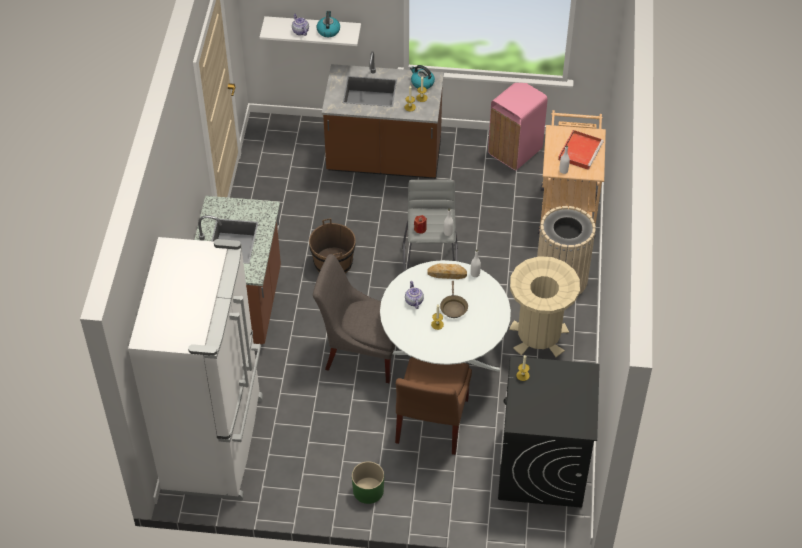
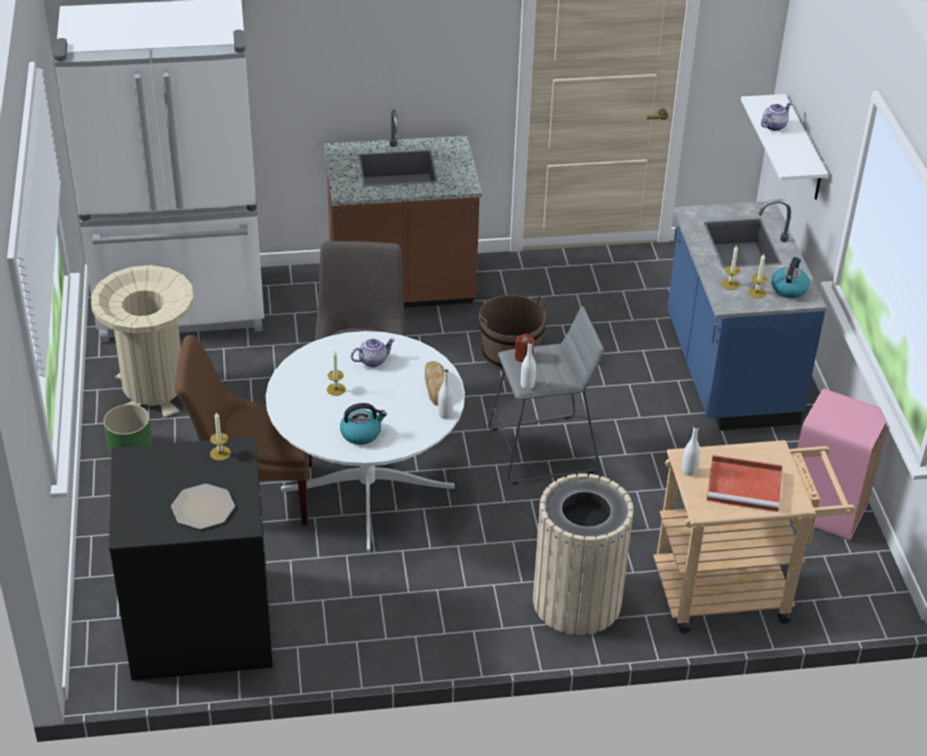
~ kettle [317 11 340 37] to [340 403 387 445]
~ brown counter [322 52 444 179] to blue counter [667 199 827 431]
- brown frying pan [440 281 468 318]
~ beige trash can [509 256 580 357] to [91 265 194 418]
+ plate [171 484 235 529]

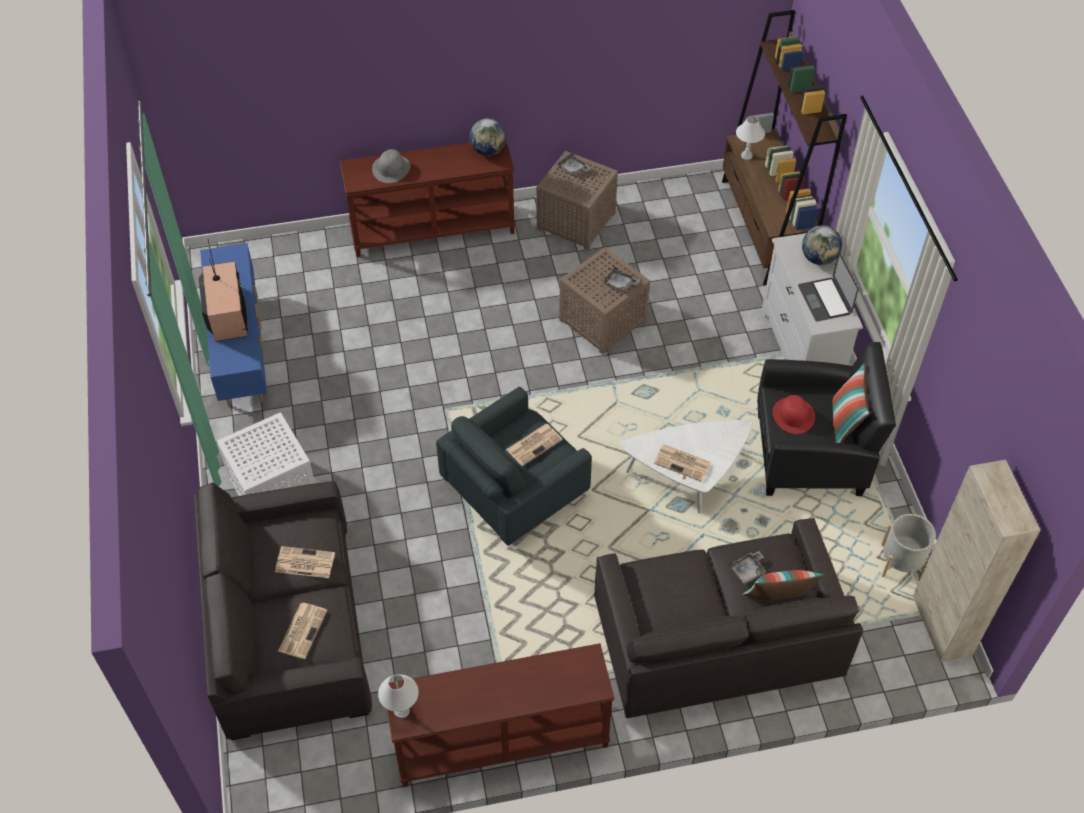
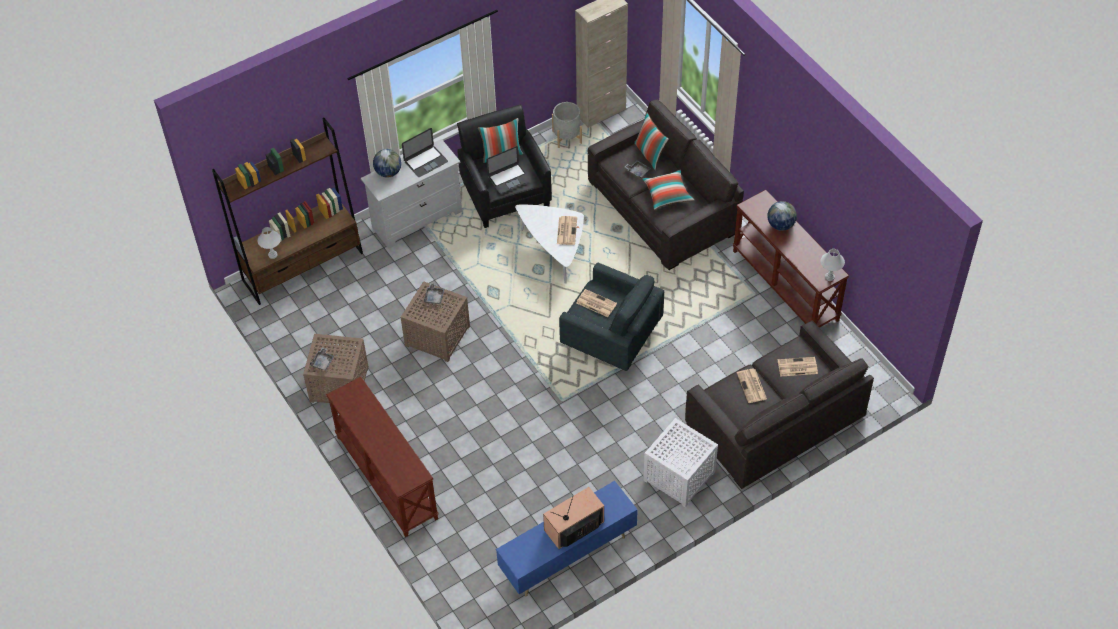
- grey hat [372 149 410 183]
~ globe [470 118 506 156] to [767 201 797 231]
~ red hat [773 395 815 434] to laptop [486 146 531 194]
+ pillow [642 169 694 210]

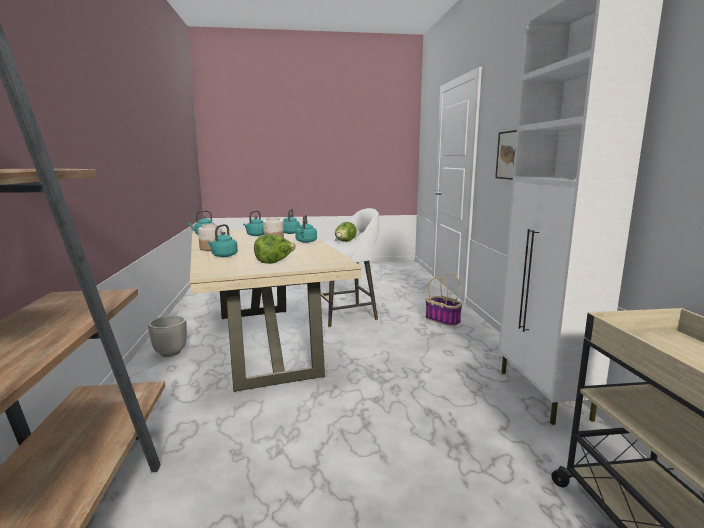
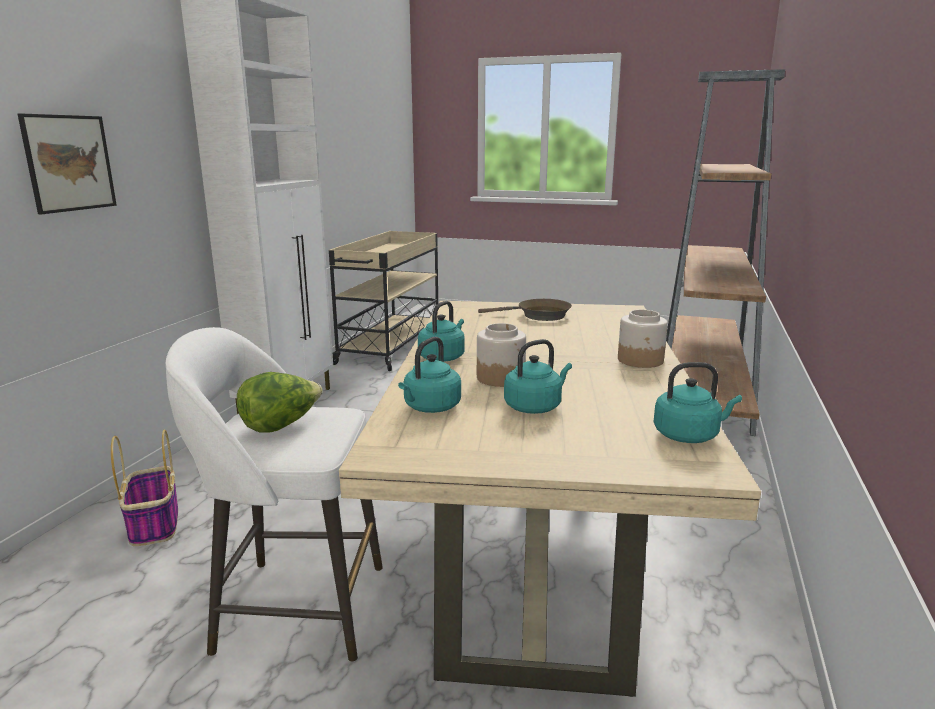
- planter [148 316 187 357]
- turquoise kettle [207 224 238 257]
~ lettuce [254 234 296 264] to brown frying pan [478 299 572 321]

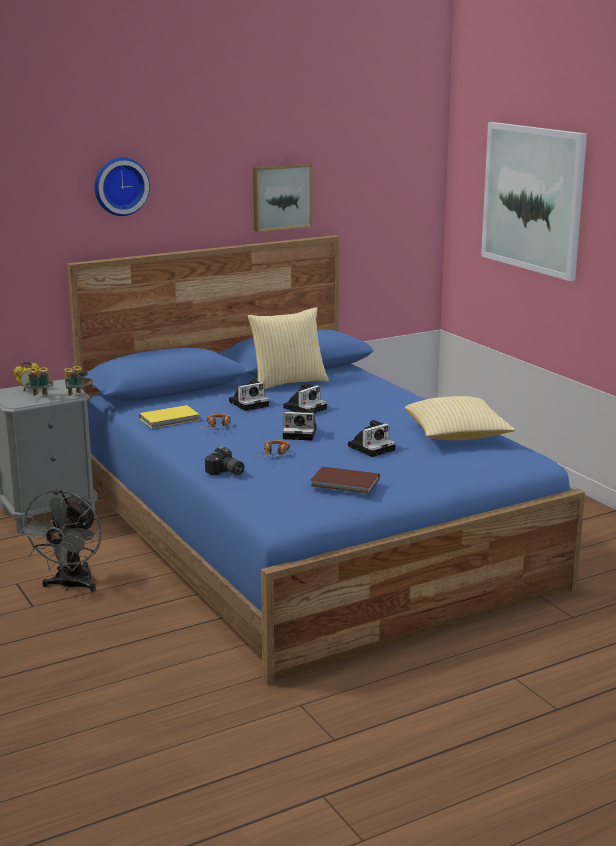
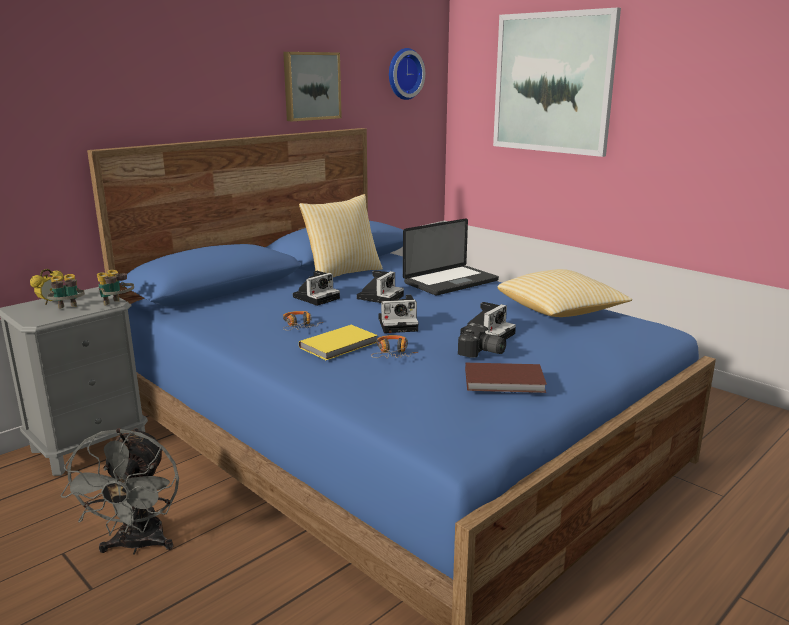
~ wall clock [94 157 150 216] to [389 48 425 100]
~ yellow book [139 405 200 428] to [299 325 378 360]
~ photo camera [205 446 244 476] to [458 323 506 358]
+ laptop [403 218 499 296]

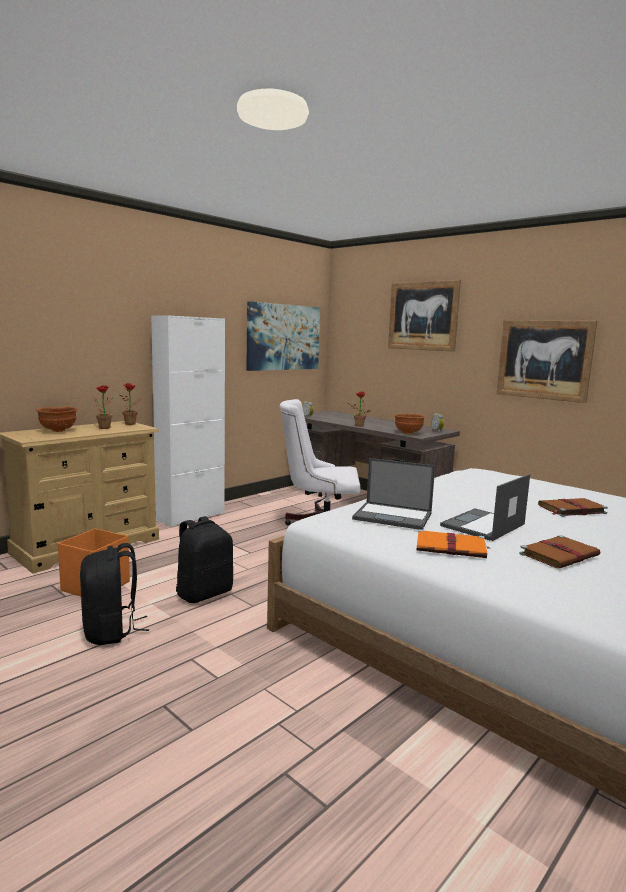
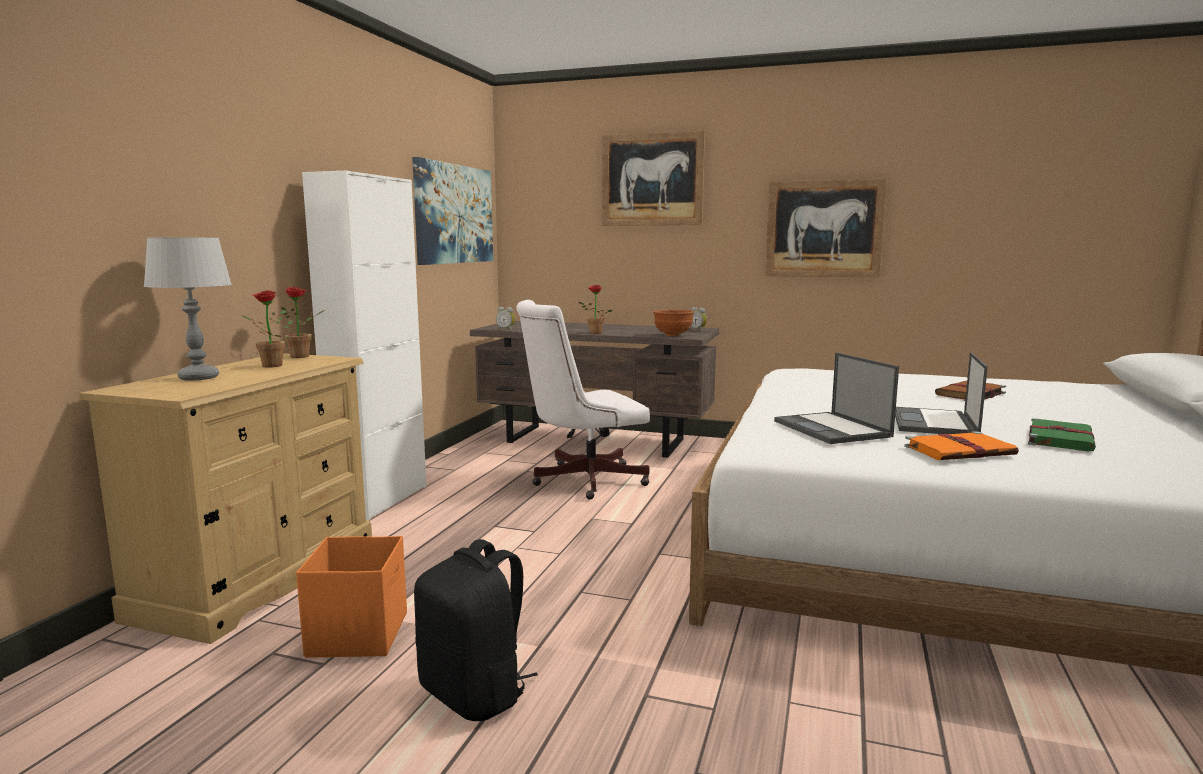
~ brown bowl [36 407 77 432] to grey table lamp [143 238 232 381]
- black backpack [176 516 233 603]
~ laptop [352 458 435 530] = [774 352 899 444] 75 degrees clockwise
~ brown book [520 535 601 568] to green book [1028 418 1096 452]

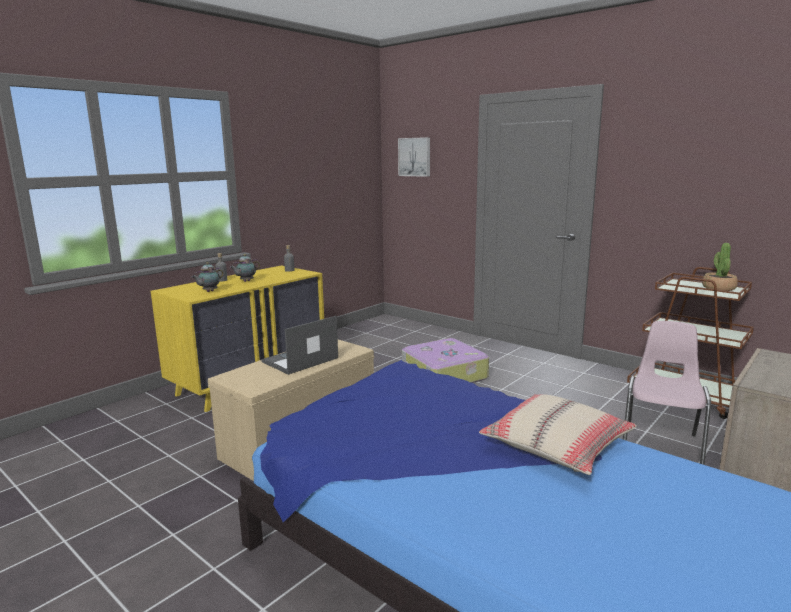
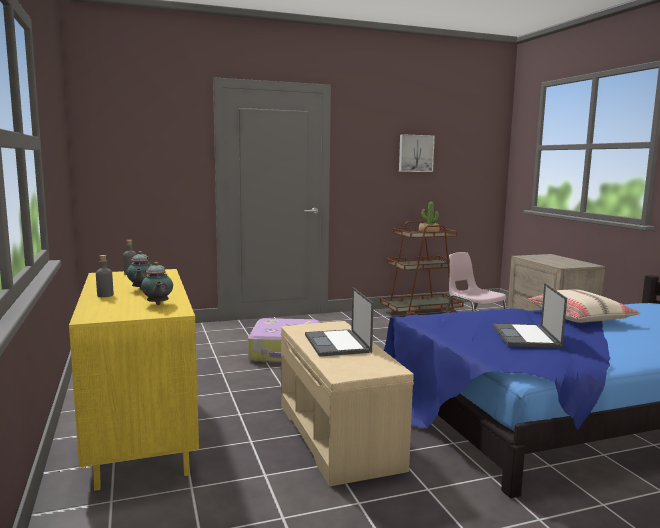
~ picture [398 137 430 177] to [399 134 435 172]
+ laptop [493 283 567 348]

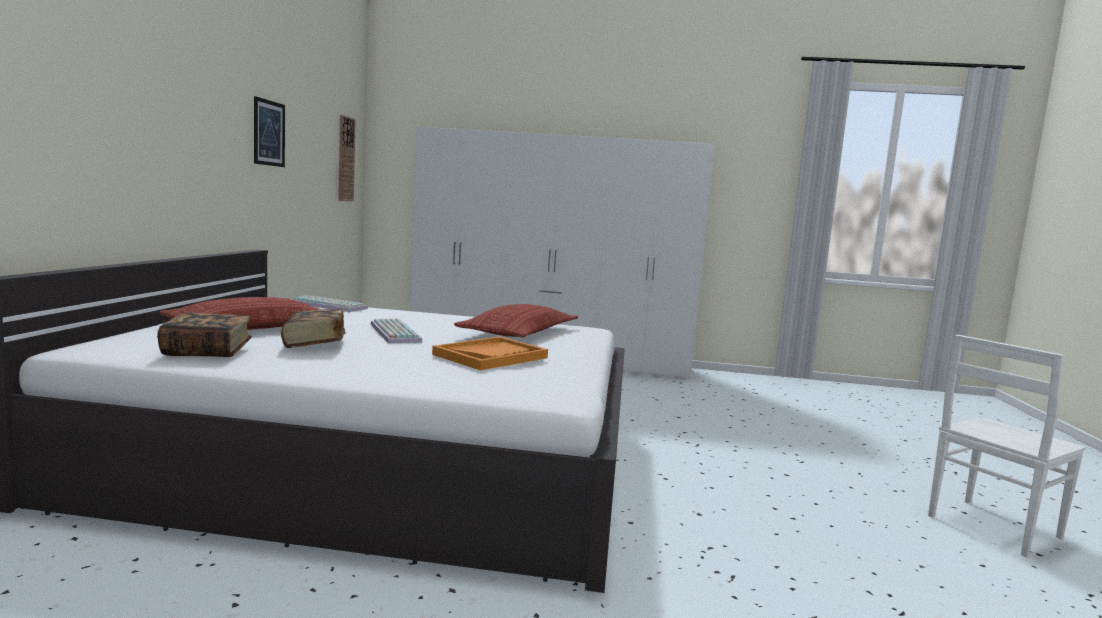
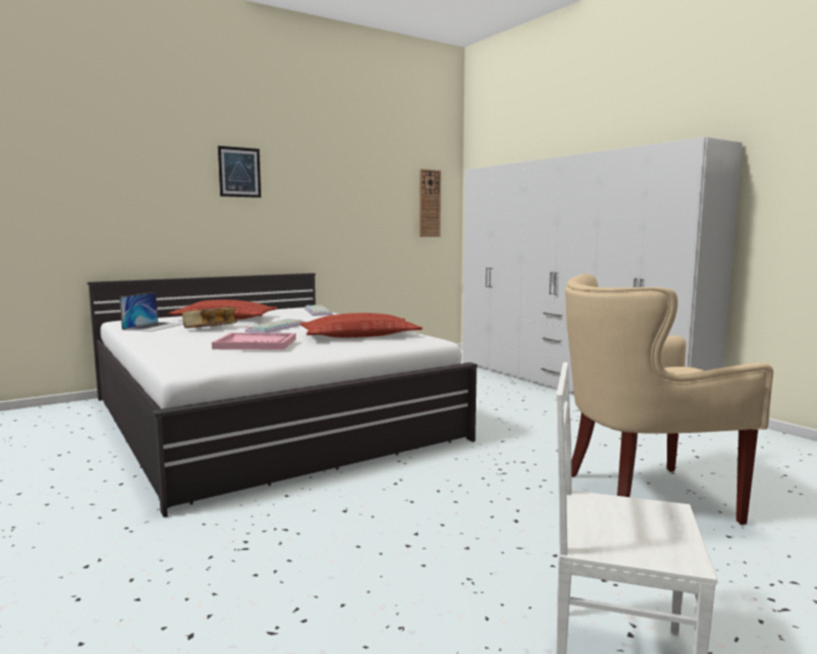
~ book [157 313 252 357] to laptop [120 292 183 332]
~ picture [254 96 285 167] to [218 146 261 198]
~ orange tray [432 337 548 370] to pink tray [212 333 296 350]
+ beige armchair [565 273 773 525]

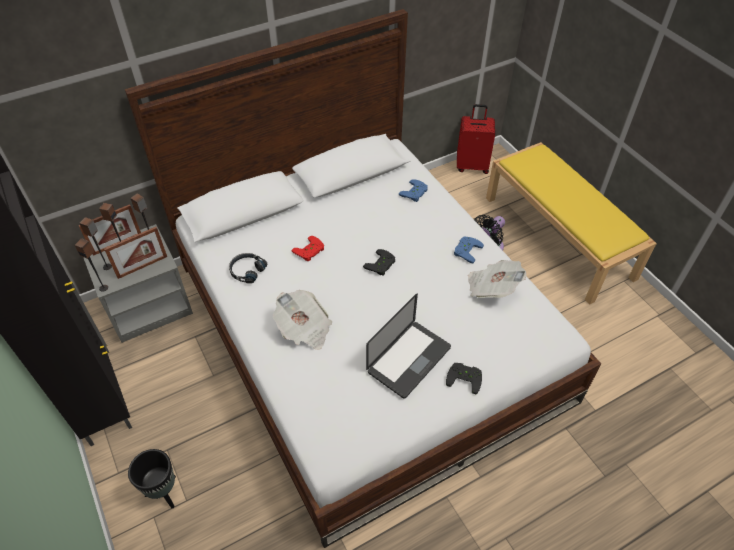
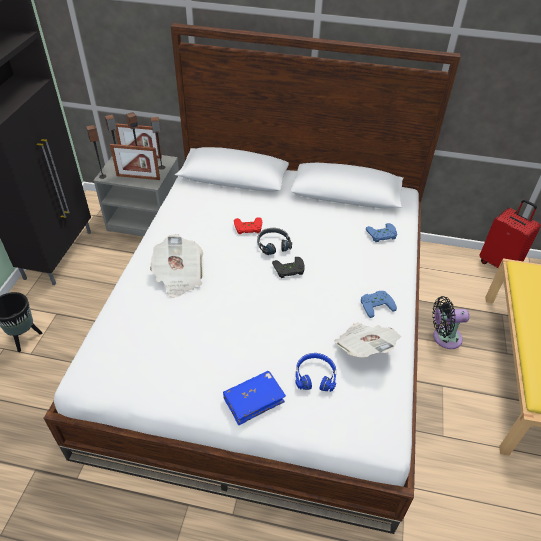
~ black headphones [229 253 267 283] to [257 228 292 255]
- laptop [366 294 451 398]
~ black game controller [446 363 482 394] to blue book [223 371 286 425]
+ blue headphones [295 353 336 392]

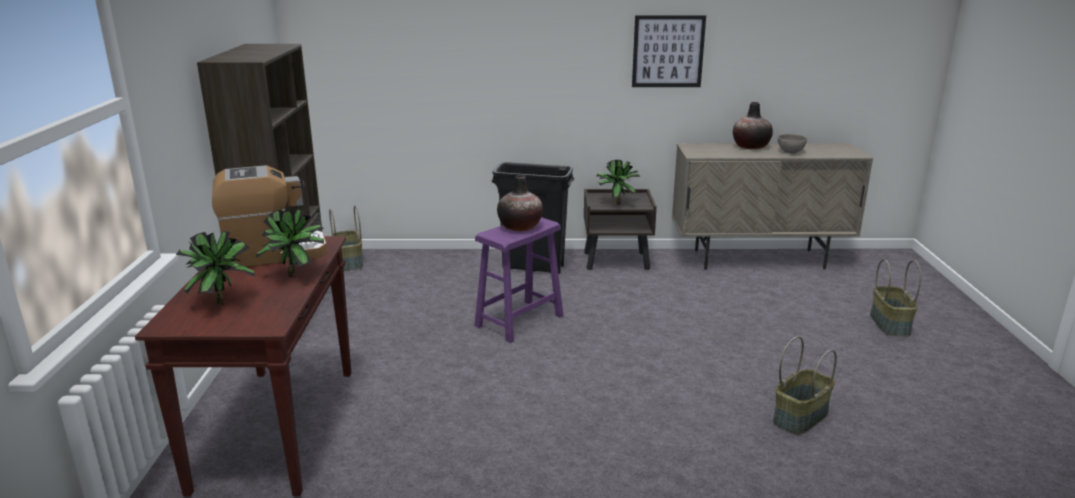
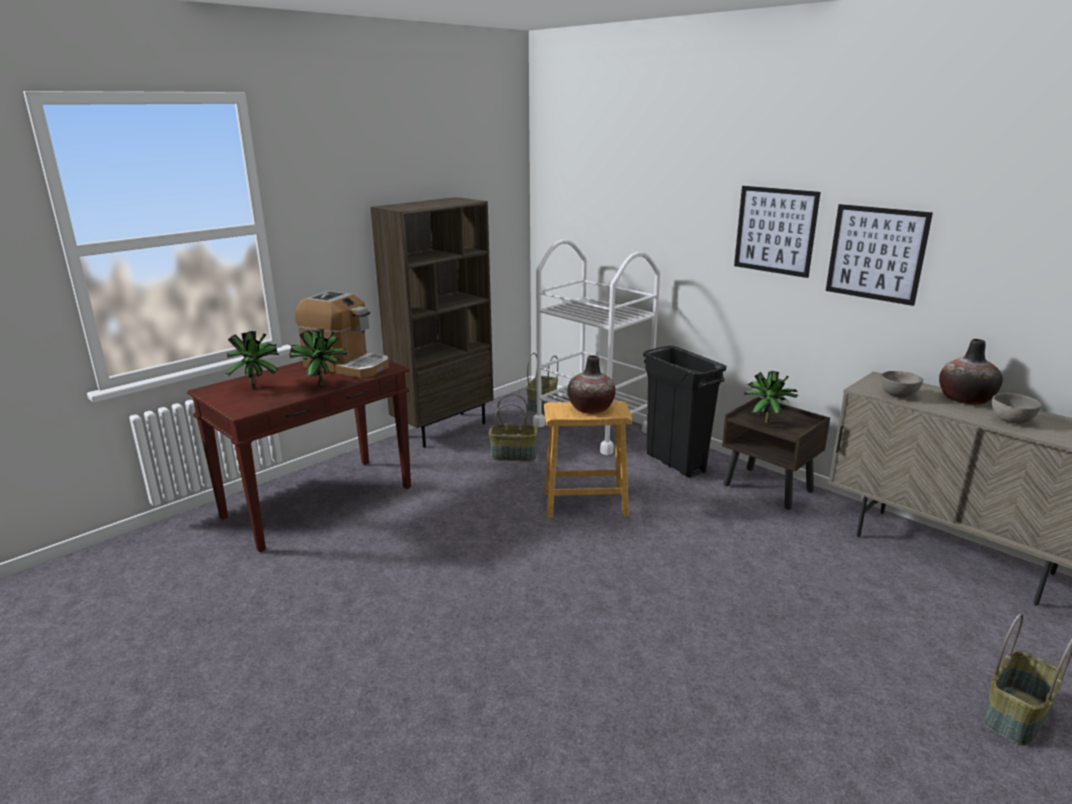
~ purple stool [474 217 563 343] to brown stool [544 401 632 518]
~ basket [773 336 837 435] to [489 394 538 461]
+ white cart [533 240 660 455]
+ picture [734 186 820 278]
+ grey bowl [881 371 923 397]

